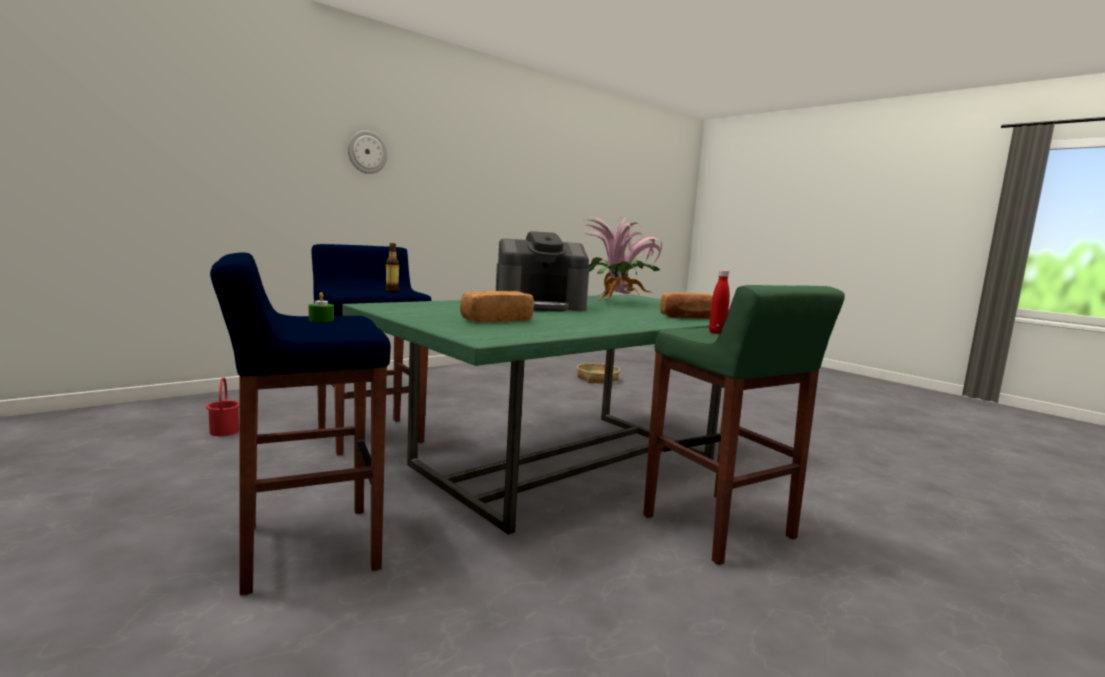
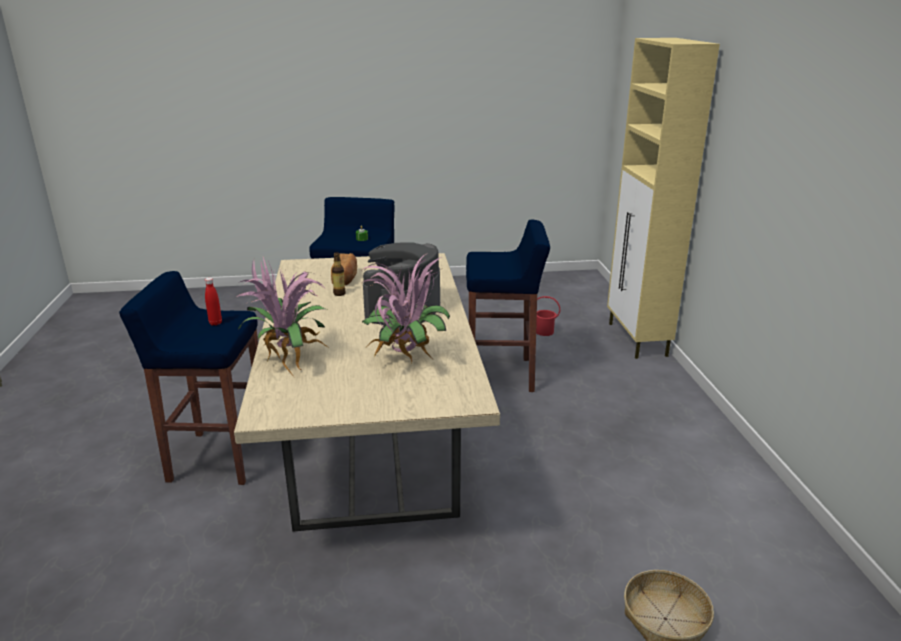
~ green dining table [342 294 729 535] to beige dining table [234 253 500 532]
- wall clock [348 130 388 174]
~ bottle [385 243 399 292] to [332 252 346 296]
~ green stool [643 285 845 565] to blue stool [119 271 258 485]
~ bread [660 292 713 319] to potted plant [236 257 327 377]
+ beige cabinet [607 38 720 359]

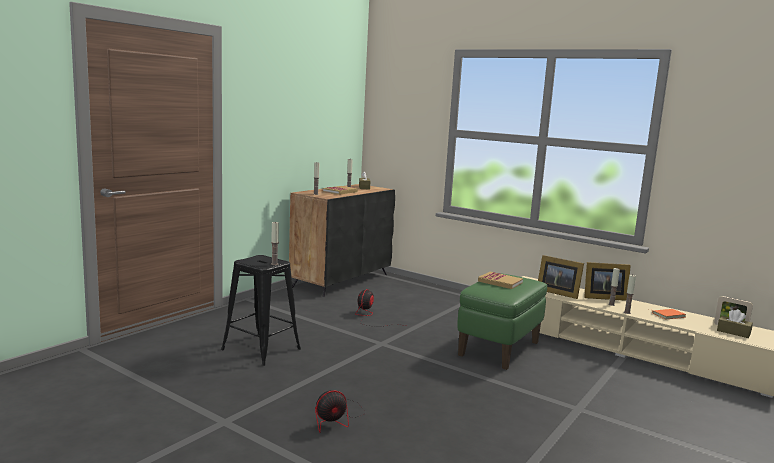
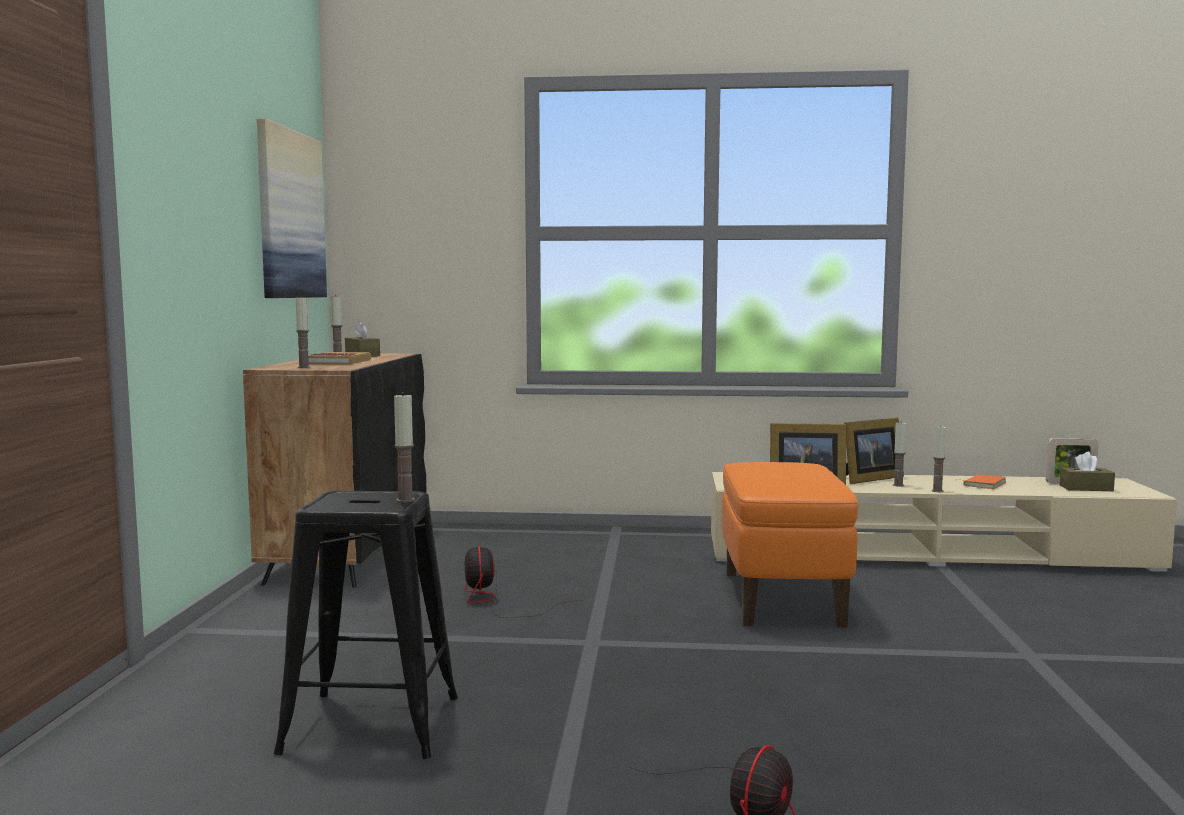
~ green ottoman [457 274 547 370] to orange ottoman [722 462 858 627]
- book [478 272 523 289]
+ picture [257 118 327 298]

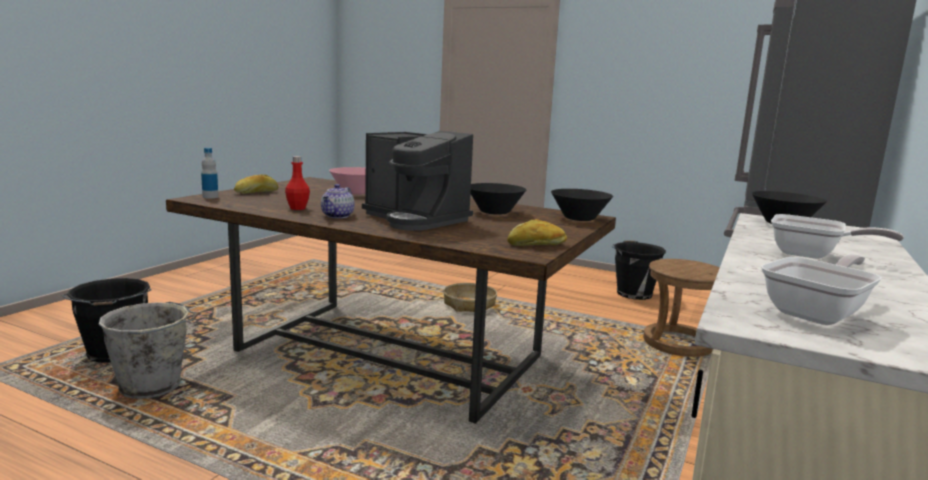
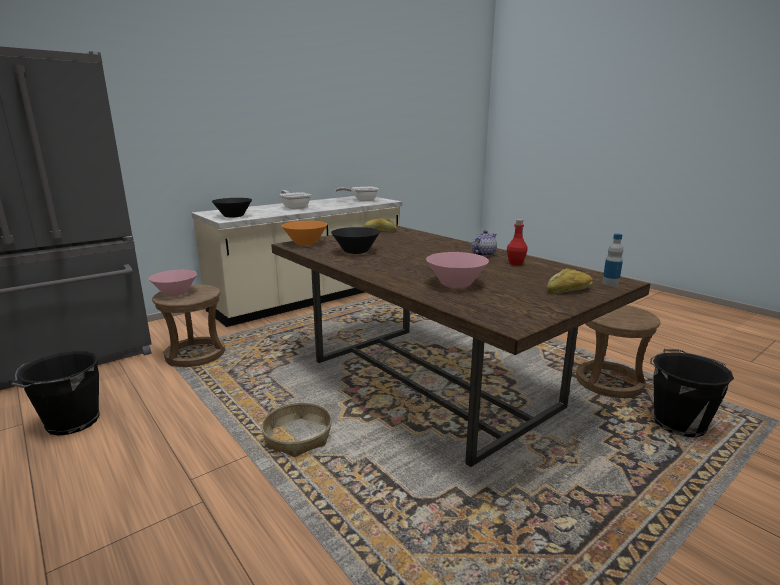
~ grey bucket [98 302 199 399] to brown stool [576 305 660 398]
- coffee machine [362 131 473 231]
~ black bowl [551 189 613 221] to orange bowl [282 221 328 245]
+ pink bowl [149 270 197 296]

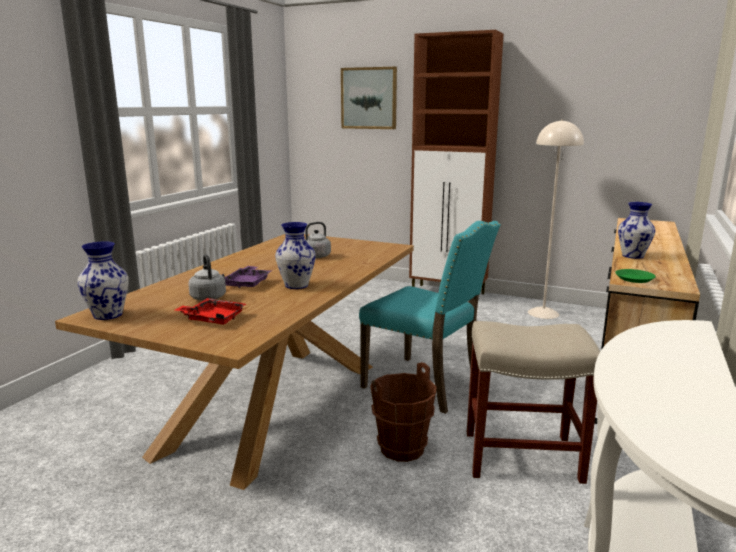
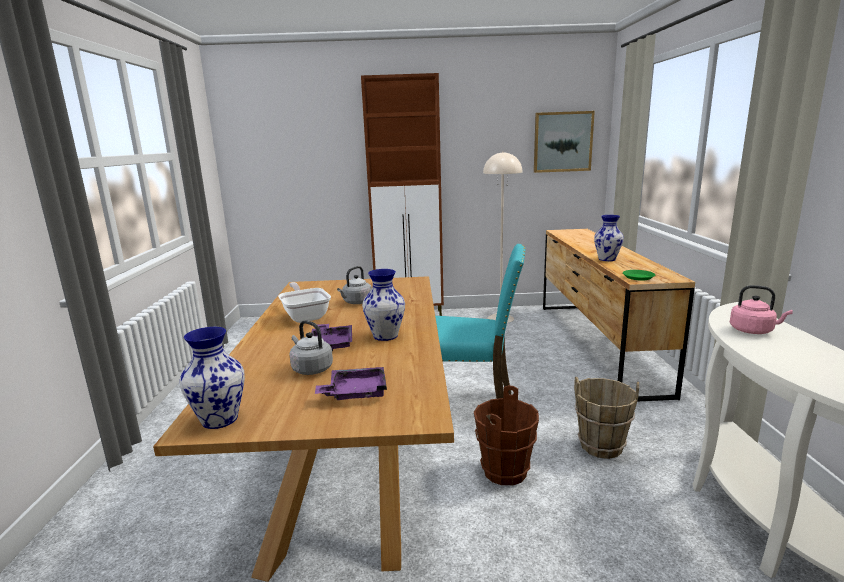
~ red tray [175 298 246 325] to purple tray [315 367 387 400]
~ picture [341 67 397 129] to [534 111 595 173]
~ beige stool [467 321 600 484] to brown bucket [574 377 639 459]
+ frying pan [278 282 331 323]
+ pink kettle [730 285 793 334]

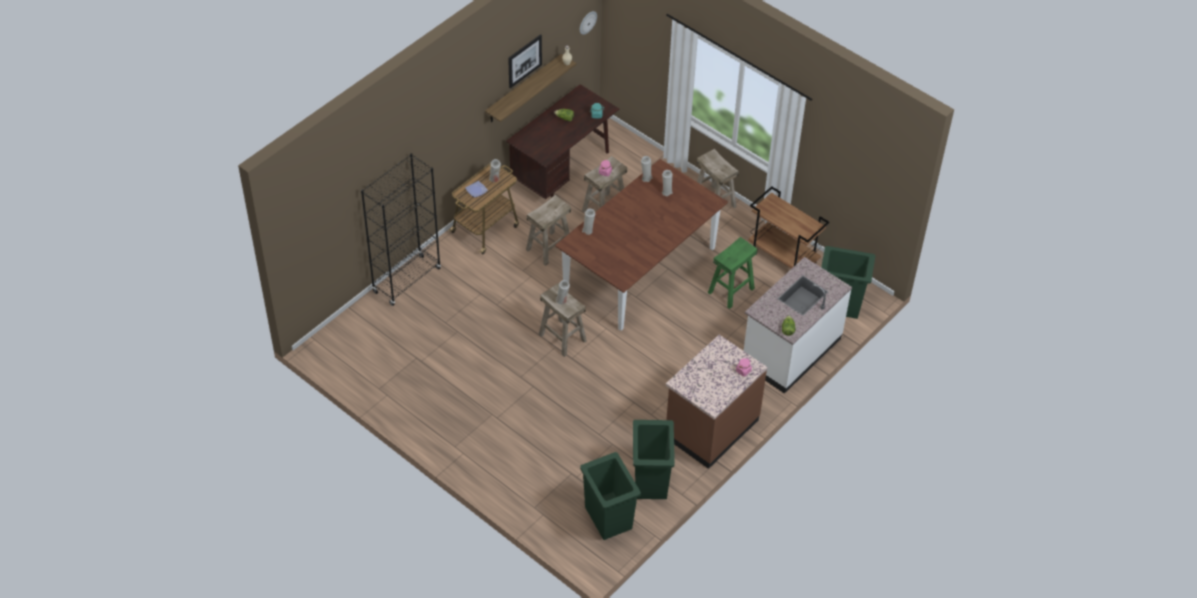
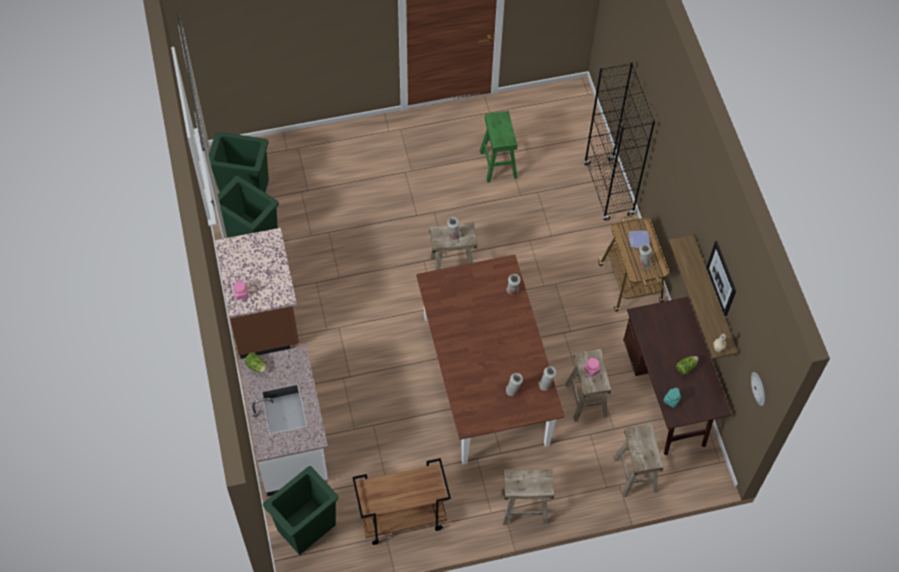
~ beige stool [526 195 571 266] to [614 424 663 498]
~ green stool [708 237 757 309] to [480 111 517 183]

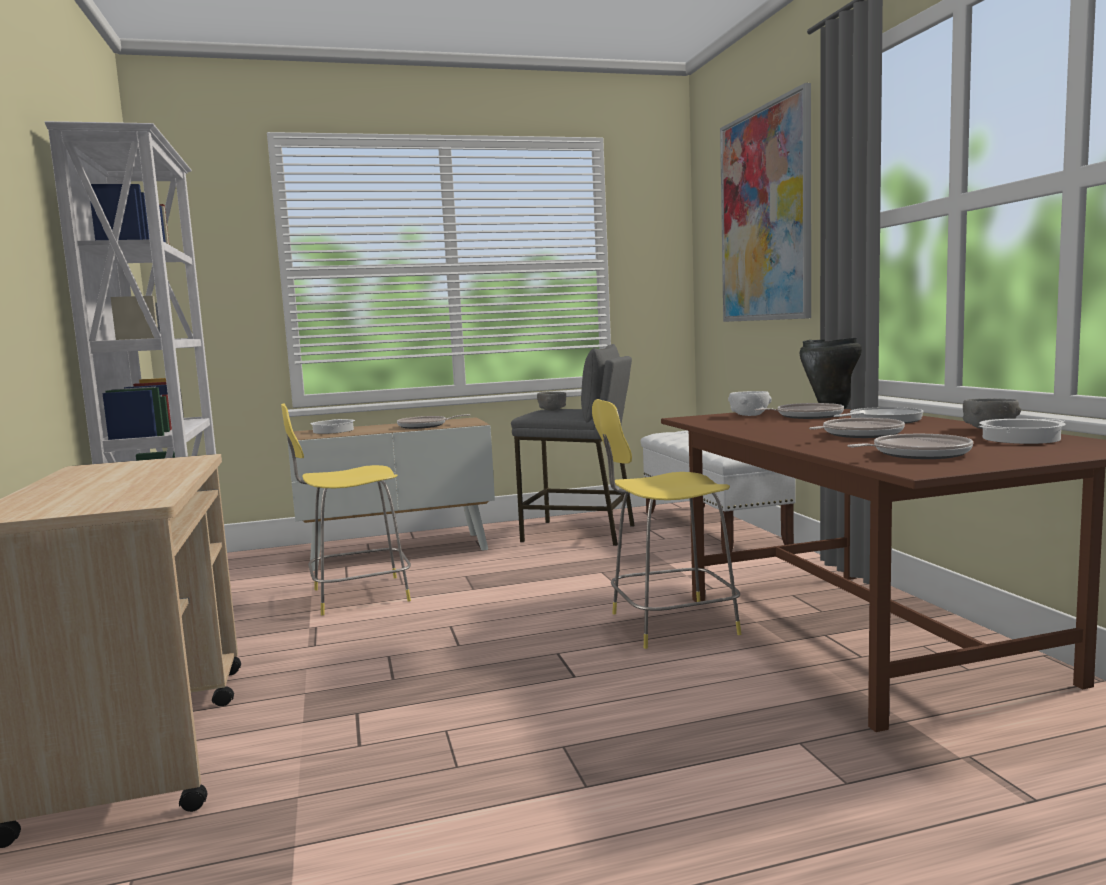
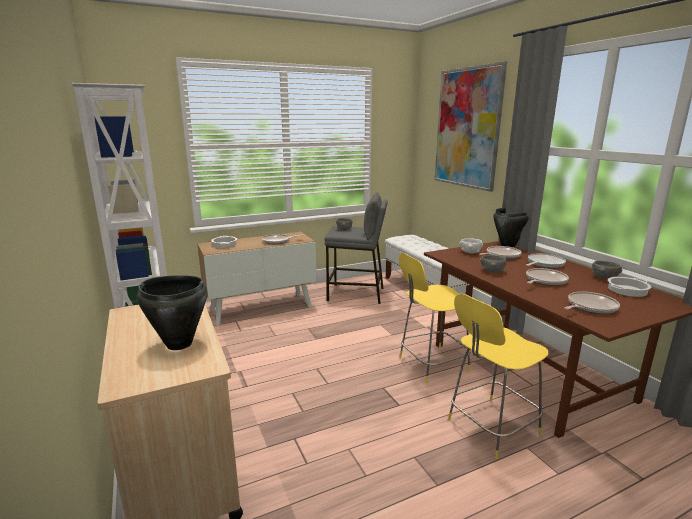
~ yellow stool [281 403 411 615] to [448 294 549 459]
+ black cooking pot [137 275 207 350]
+ grey bowl [480 255 507 272]

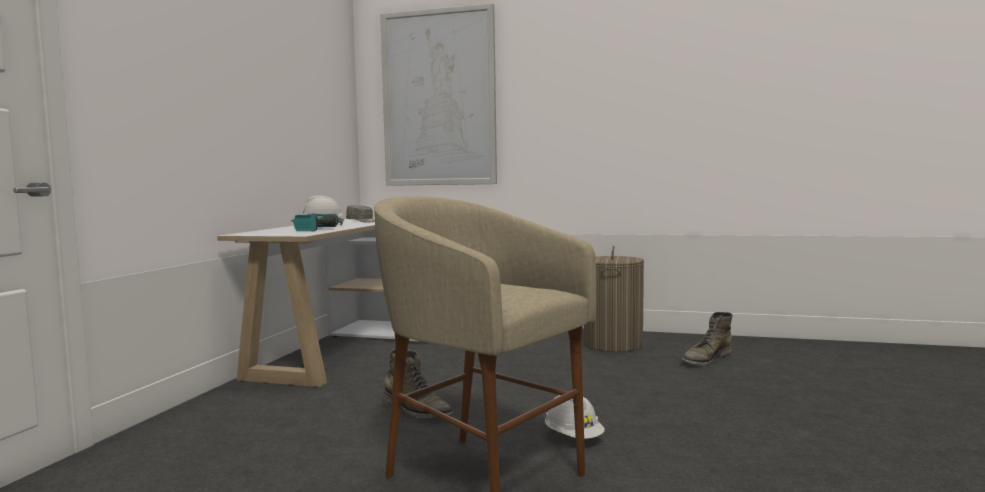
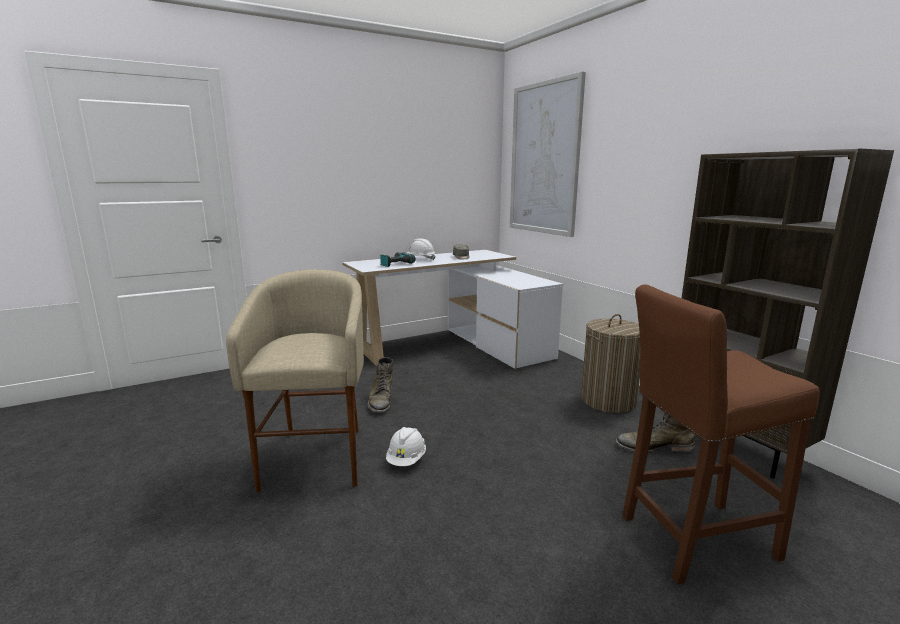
+ brown stool [622 284 820 584]
+ brown bookcase [682 148 894 479]

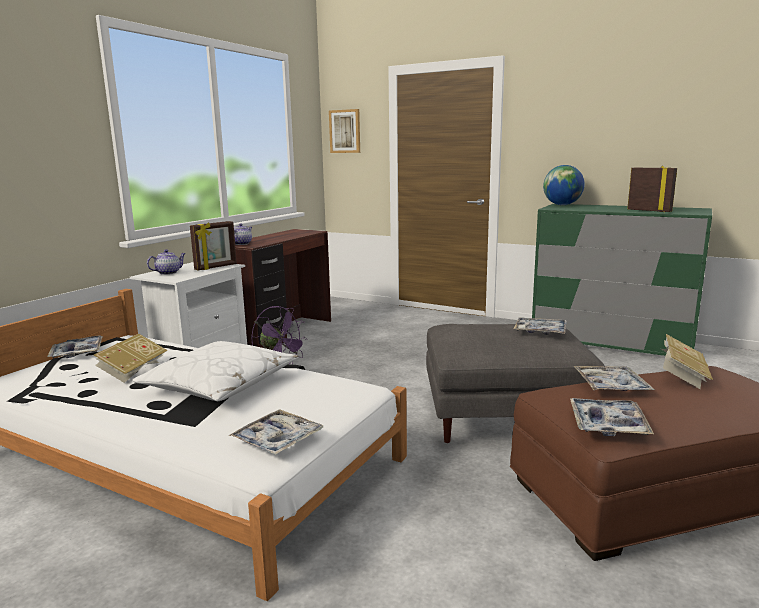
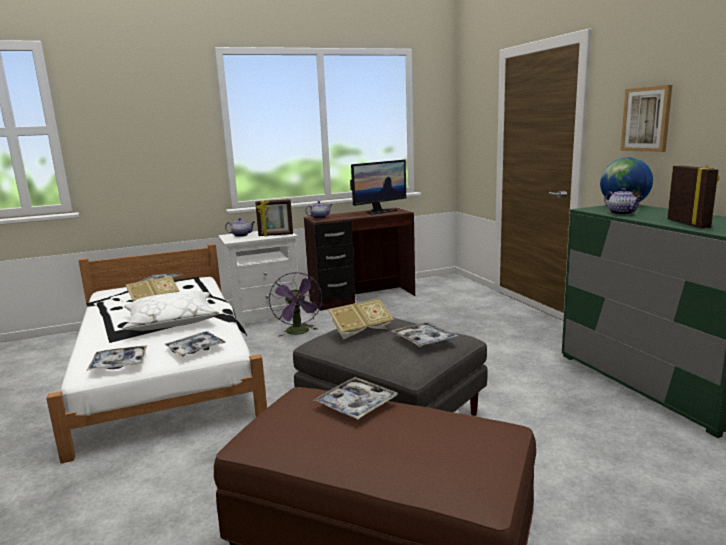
~ picture [329 109 360 153] to [621 85 672 152]
~ tray [570 398 654 436] to [165 331 226 357]
~ book [659 334 713 389] to [328 299 394 340]
+ monitor [350 160 406 215]
+ teapot [604 188 642 215]

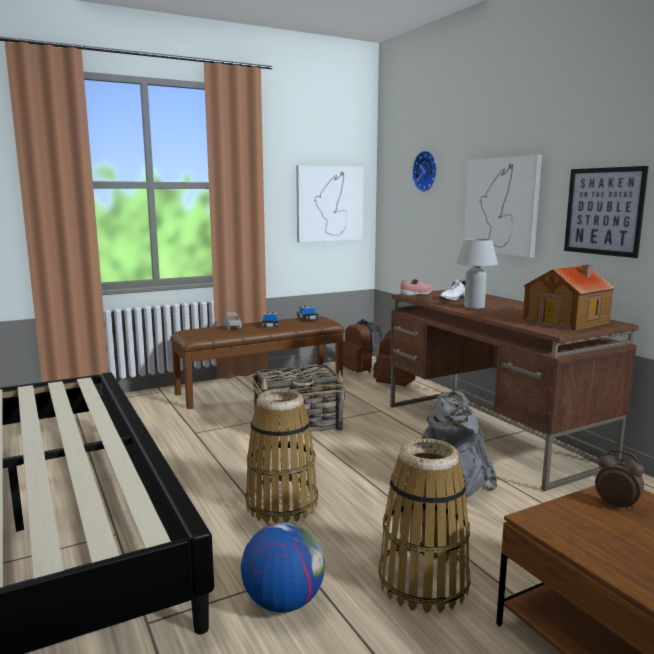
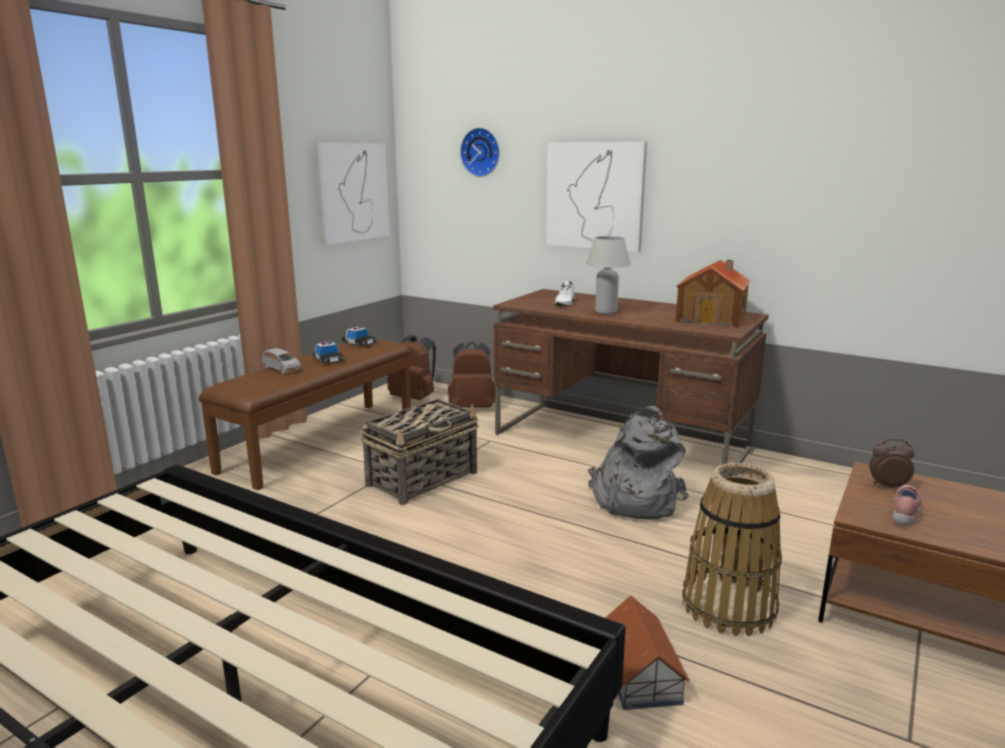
~ globe [241 522 325 613] to toy house [605 596 689 710]
- basket [245 389 318 523]
~ pink shoe [400 279 432 296] to [893 484 921 525]
- picture [564 166 649 258]

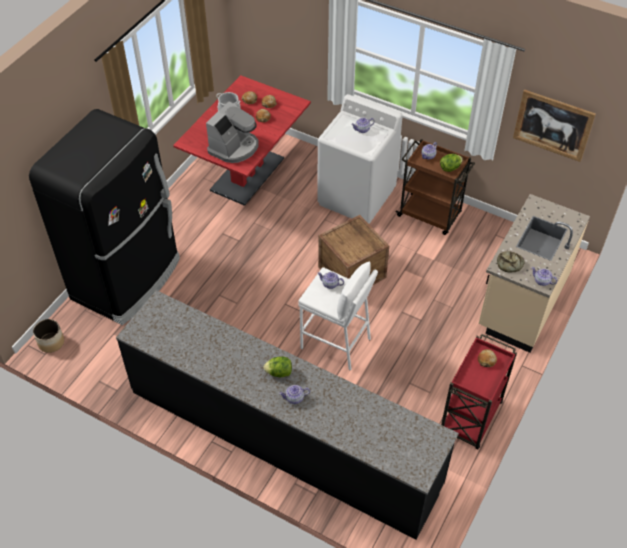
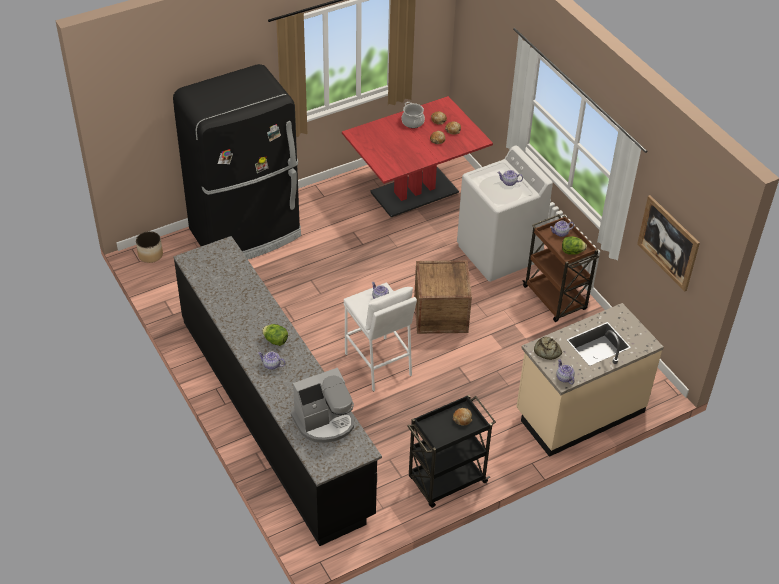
~ coffee machine [206 101 259 163] to [291 368 354 443]
~ red cart [441 334 517 450] to black cart [407 395 496 508]

